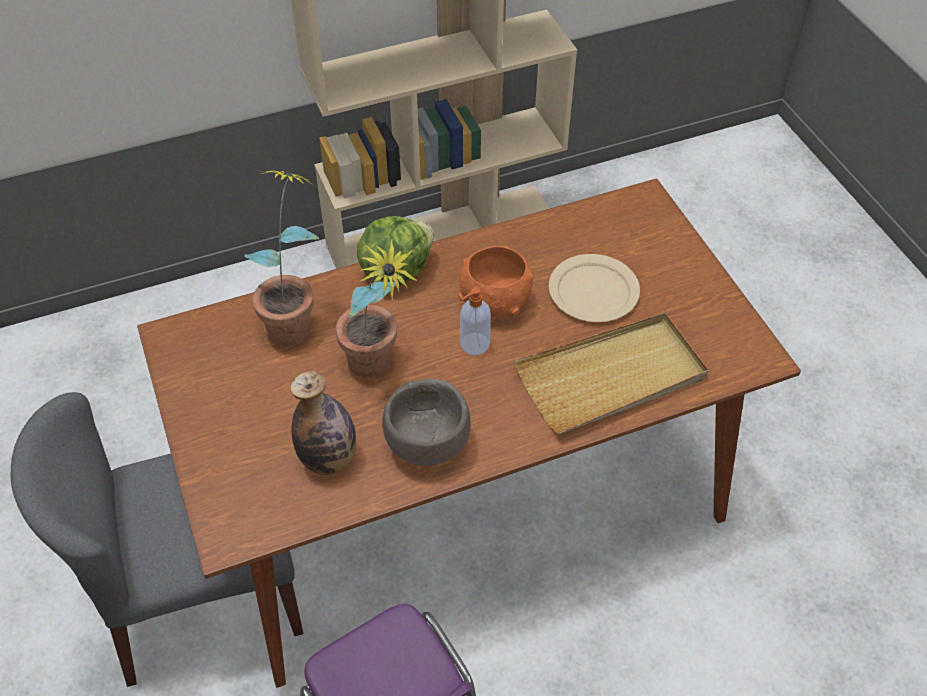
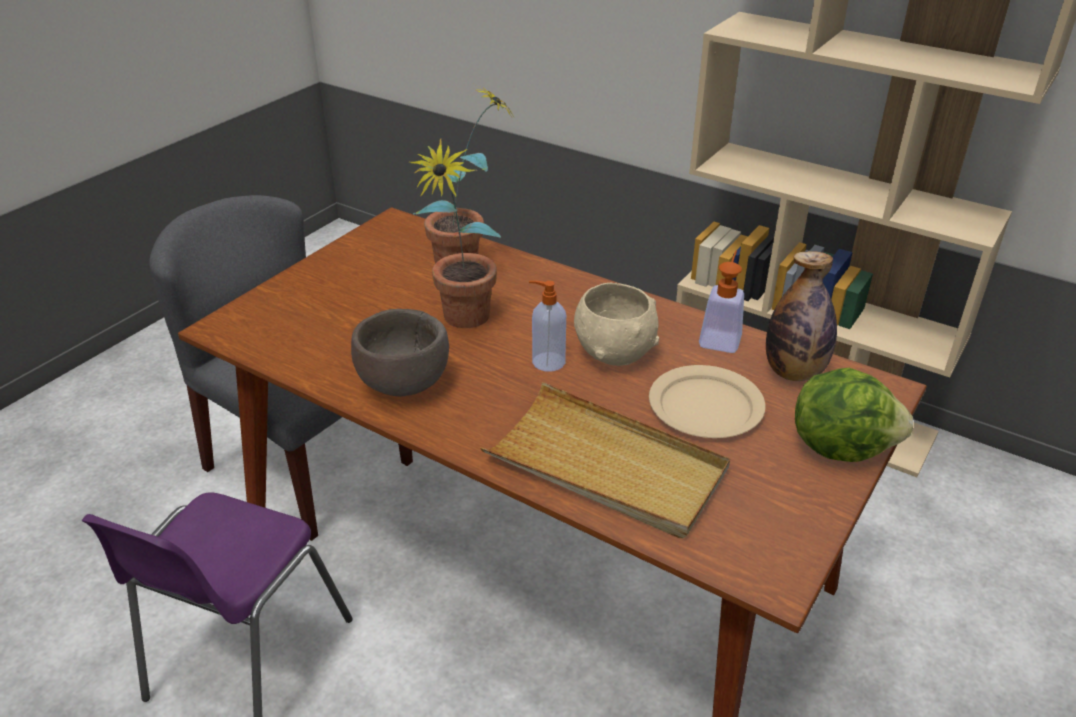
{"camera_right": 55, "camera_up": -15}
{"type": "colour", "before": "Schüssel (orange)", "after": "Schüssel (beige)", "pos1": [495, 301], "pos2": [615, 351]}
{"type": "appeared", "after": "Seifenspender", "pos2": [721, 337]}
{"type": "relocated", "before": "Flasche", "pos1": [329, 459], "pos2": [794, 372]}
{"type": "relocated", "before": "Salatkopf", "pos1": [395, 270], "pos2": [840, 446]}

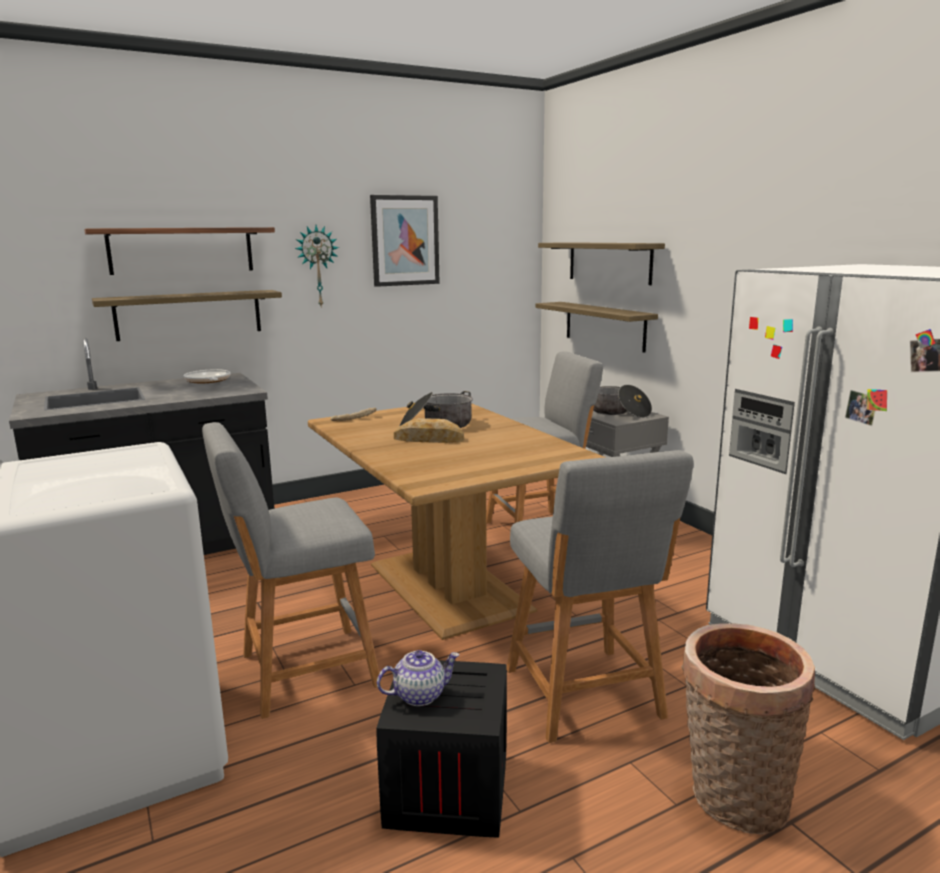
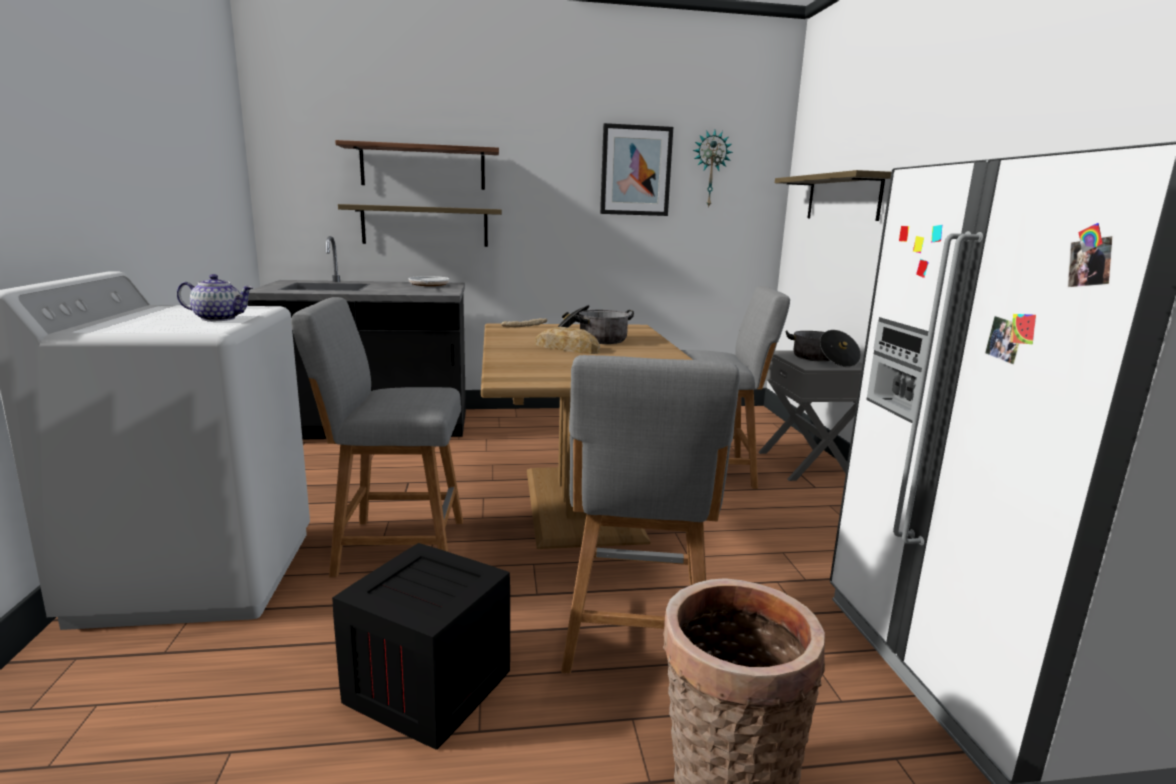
{"camera_right": 20, "camera_up": 0}
{"type": "relocated", "before": "Teekanne", "pos1": [420, 695], "pos2": [219, 318]}
{"type": "relocated", "before": "Wanduhr", "pos1": [317, 266], "pos2": [710, 169]}
{"type": "missing", "before": "Wandregal", "pos1": [604, 325]}

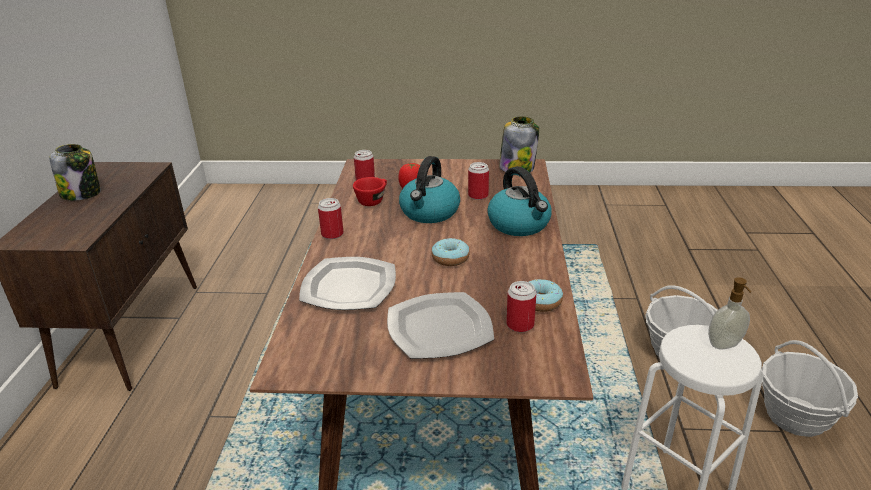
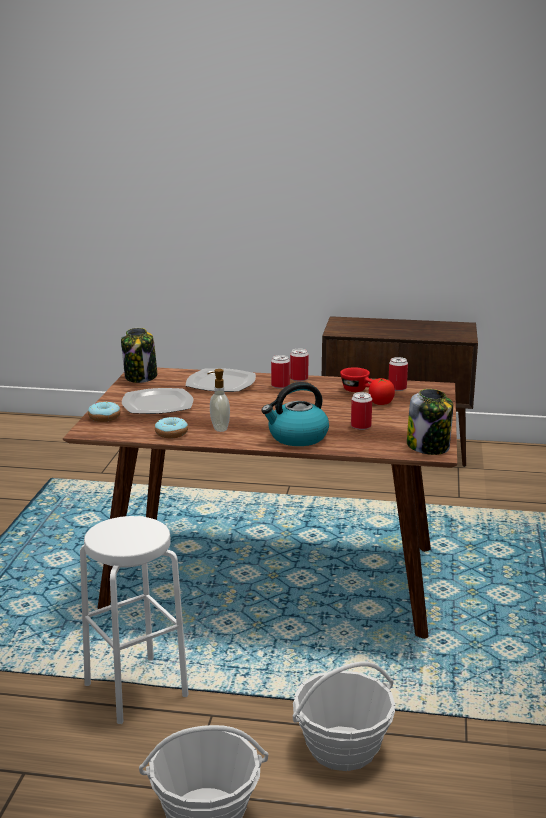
{"camera_right": 95, "camera_up": -10}
{"type": "relocated", "before": "Donut", "pos1": [450, 258], "pos2": [104, 417]}
{"type": "relocated", "before": "Vorratsglas", "pos1": [82, 193], "pos2": [141, 377]}
{"type": "relocated", "before": "Seifenspender", "pos1": [725, 345], "pos2": [219, 428]}
{"type": "relocated", "before": "Dose", "pos1": [520, 325], "pos2": [280, 386]}
{"type": "missing", "before": "Wasserkessel", "pos1": [429, 212]}

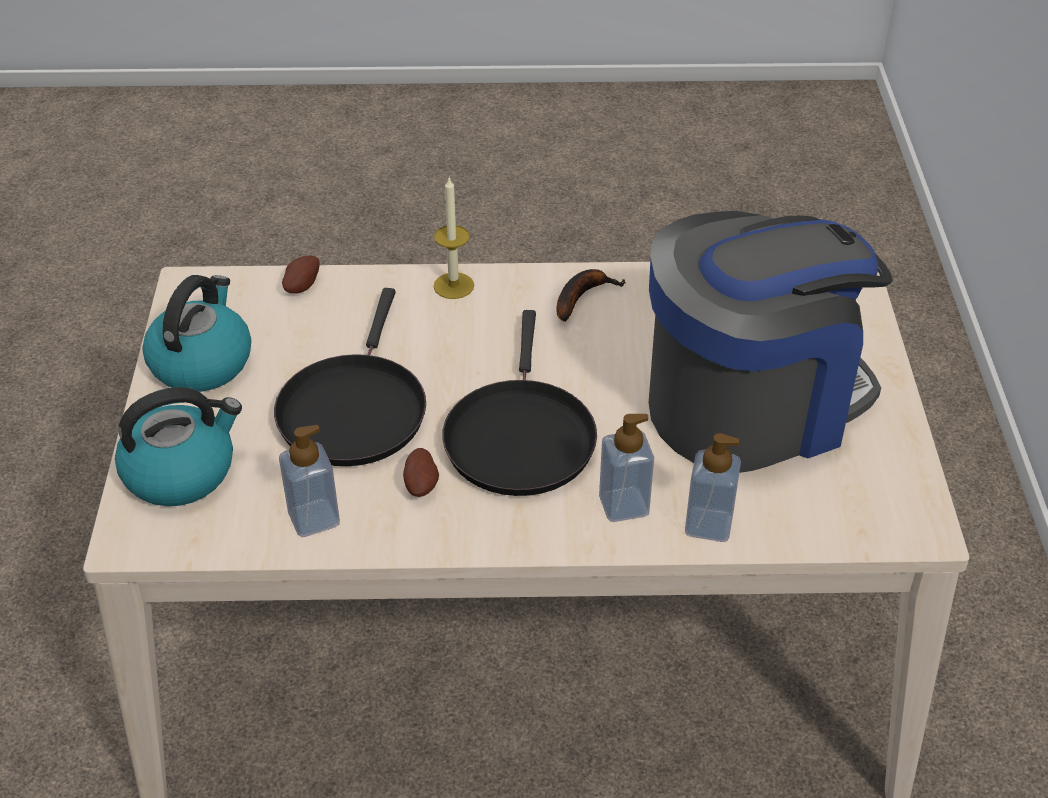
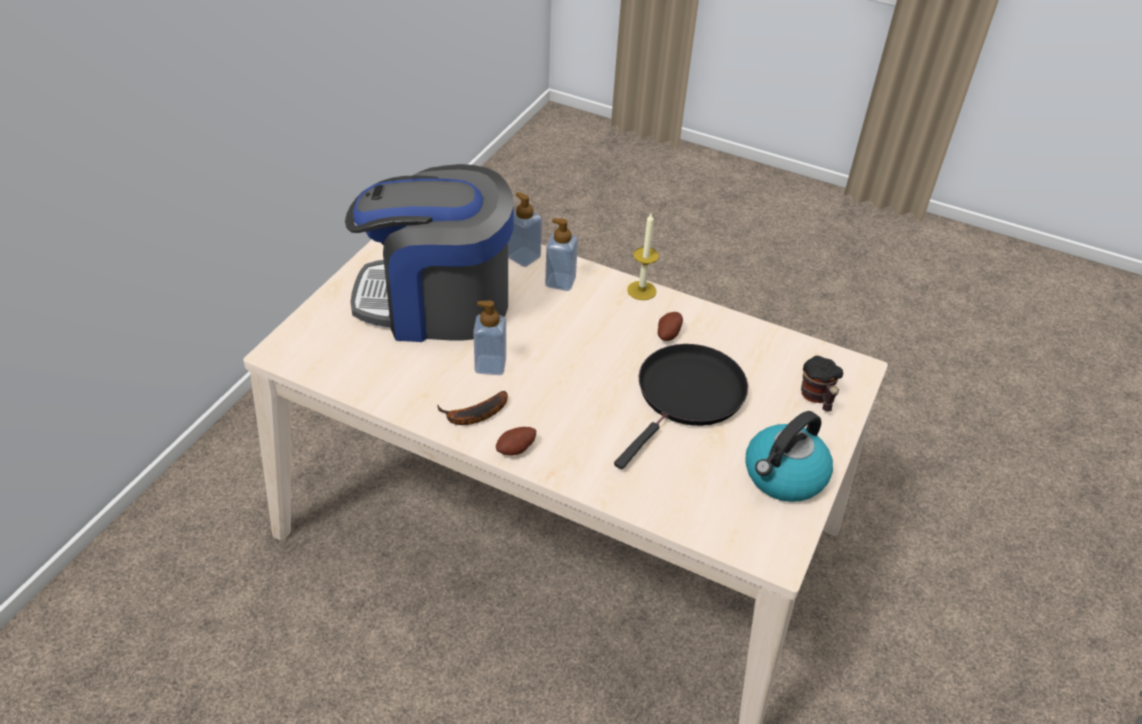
{"camera_right": -155, "camera_up": 0}
{"type": "relocated", "before": "Seifenspender", "pos1": [314, 518], "pos2": [490, 365]}
{"type": "relocated", "before": "Kartoffel", "pos1": [301, 285], "pos2": [516, 450]}
{"type": "relocated", "before": "Kerze", "pos1": [453, 286], "pos2": [641, 290]}
{"type": "exchanged", "before": "Wasserkessel", "after": "Henkelbecher", "pos1": [181, 471], "pos2": [817, 398]}
{"type": "missing", "before": "Pfanne (schwarz)", "pos1": [519, 436]}

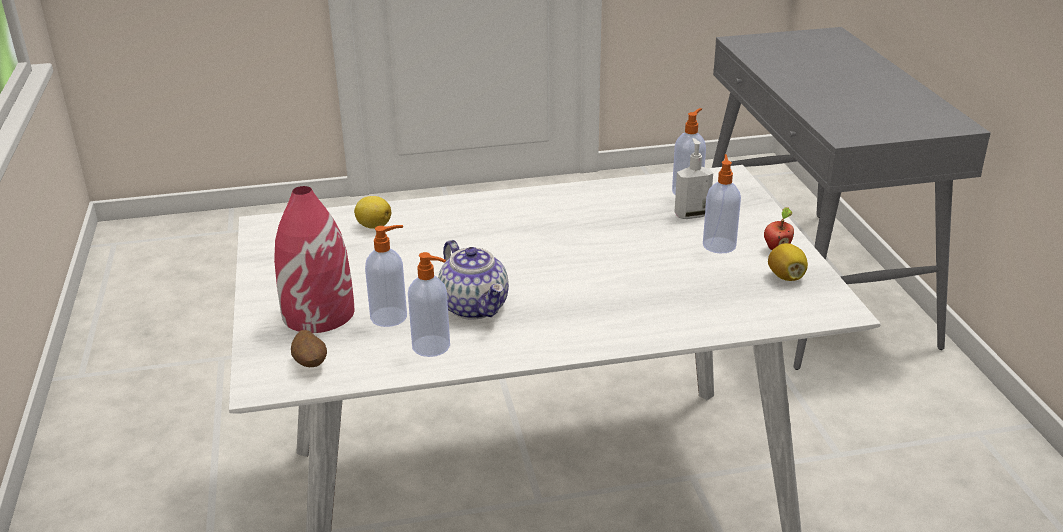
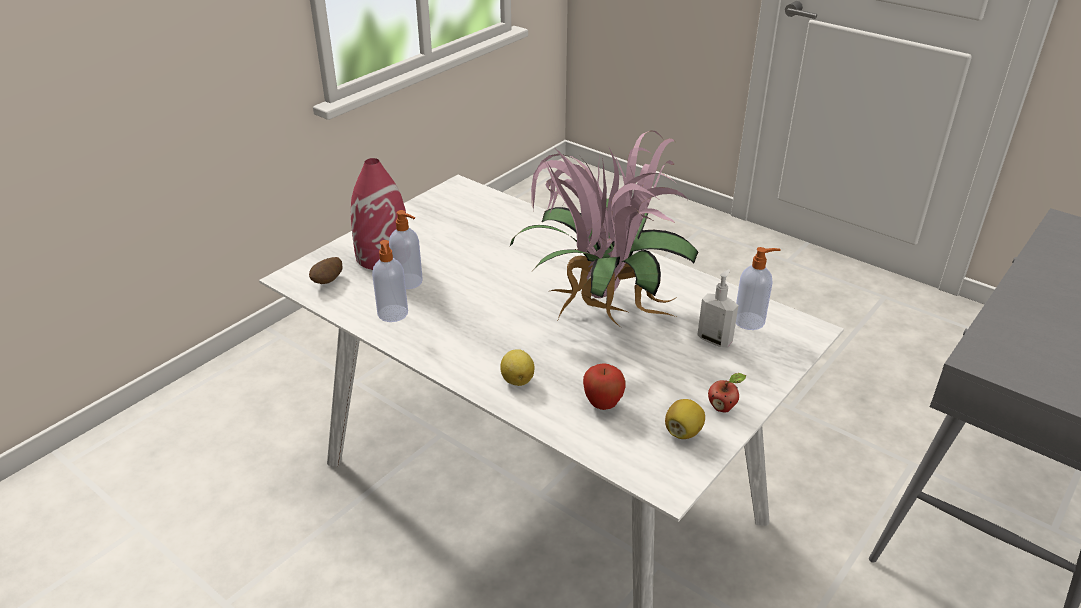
{"camera_right": 50, "camera_up": 5}
{"type": "relocated", "before": "Zitrone", "pos1": [373, 226], "pos2": [517, 379]}
{"type": "appeared", "after": "Topfpflanze", "pos2": [600, 309]}
{"type": "appeared", "after": "Apfel", "pos2": [603, 404]}
{"type": "missing", "before": "Teekanne", "pos1": [475, 307]}
{"type": "missing", "before": "Seifenspender", "pos1": [719, 245]}

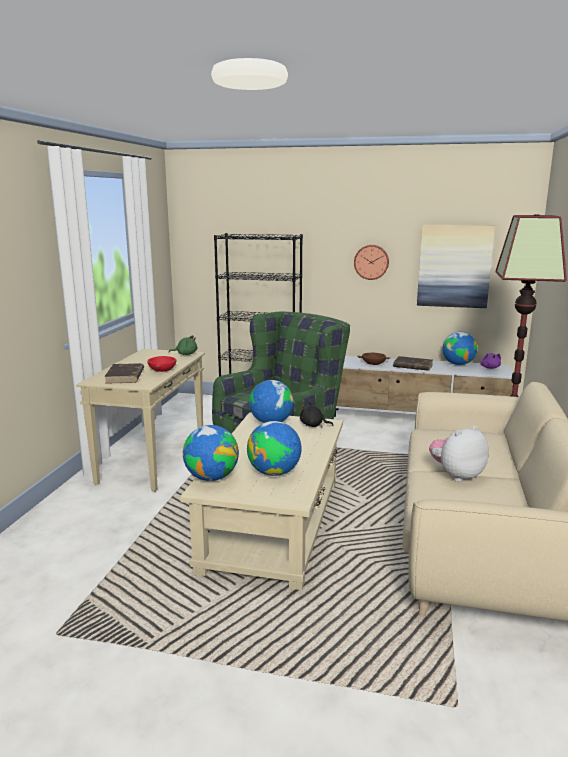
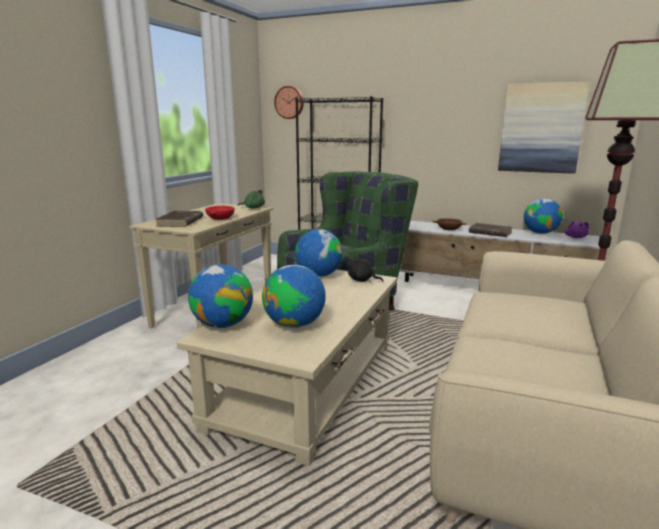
{"camera_right": 10, "camera_up": 0}
{"type": "relocated", "before": "Wanduhr", "pos1": [371, 262], "pos2": [289, 102]}
{"type": "missing", "before": "Plüschtier", "pos1": [456, 475]}

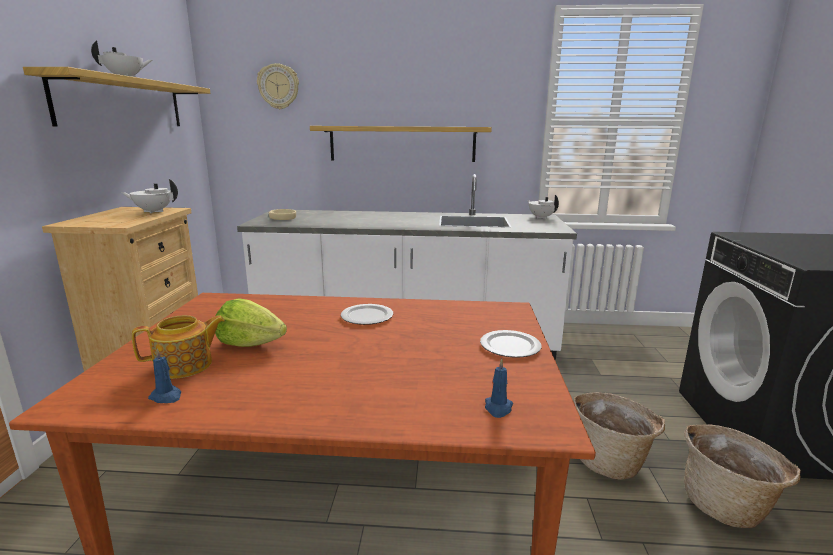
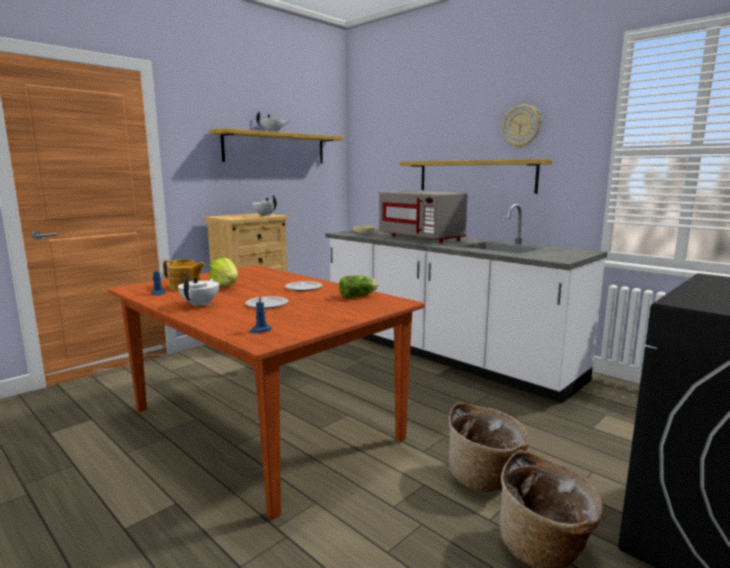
{"camera_right": 40, "camera_up": -5}
{"type": "relocated", "before": "Teekanne (weiß)", "pos1": [541, 217], "pos2": [201, 304]}
{"type": "relocated", "before": "Teller", "pos1": [510, 347], "pos2": [266, 304]}
{"type": "appeared", "after": "Salatkopf", "pos2": [359, 296]}
{"type": "appeared", "after": "Mikrowelle (grau)", "pos2": [421, 238]}
{"type": "relocated", "before": "Wanduhr", "pos1": [278, 86], "pos2": [521, 126]}

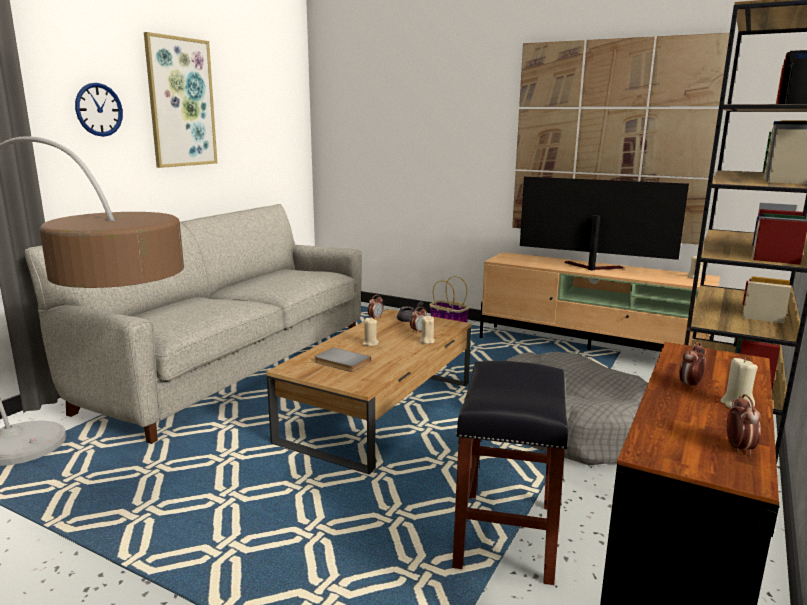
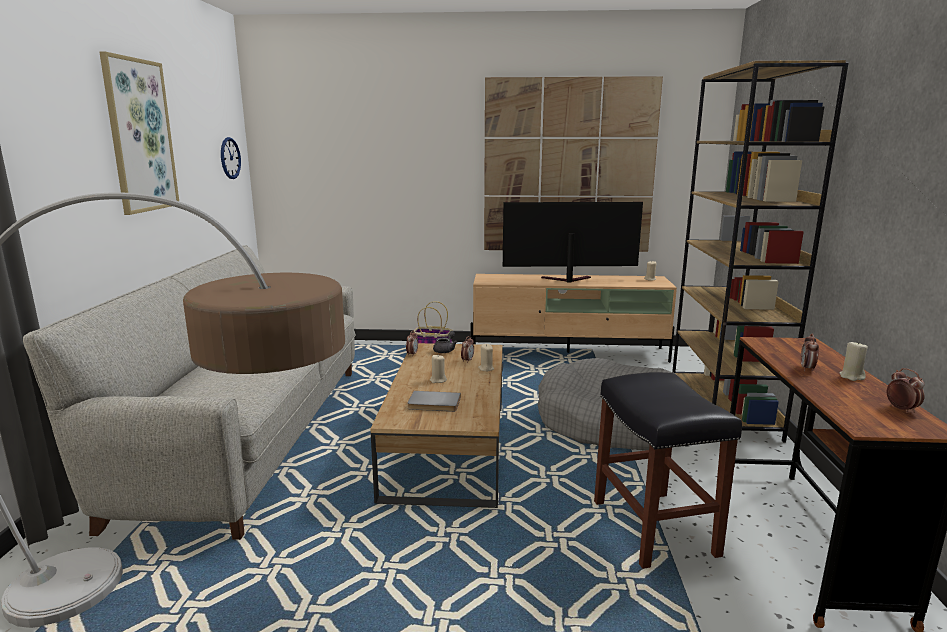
{"camera_right": -25, "camera_up": 0}
{"type": "relocated", "before": "Wanduhr", "pos1": [99, 109], "pos2": [230, 158]}

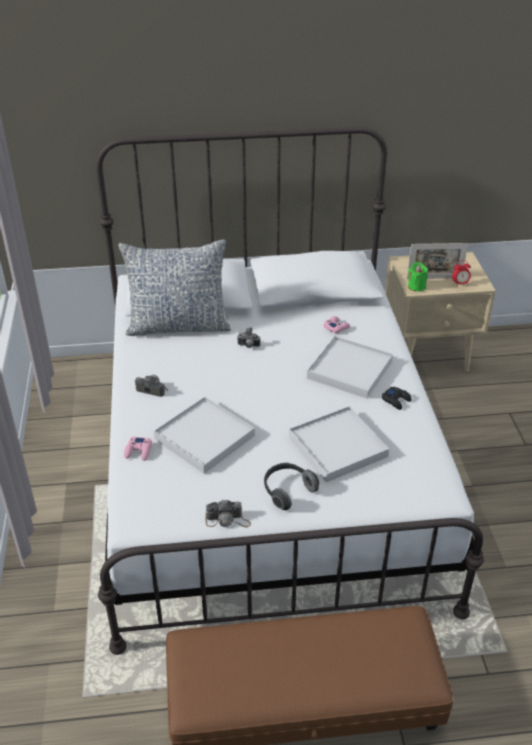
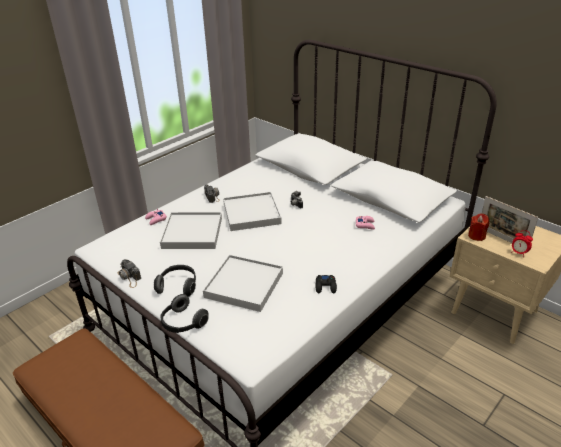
{"camera_right": 50, "camera_up": -5}
{"type": "appeared", "after": "Kopfhörer", "pos2": [183, 323]}
{"type": "relocated", "before": "Tablett (weiß)", "pos1": [349, 370], "pos2": [251, 213]}
{"type": "colour", "before": "Kerze (grün)", "after": "Kerze (rot)", "pos1": [416, 286], "pos2": [476, 236]}
{"type": "missing", "before": "Kissen", "pos1": [178, 325]}

